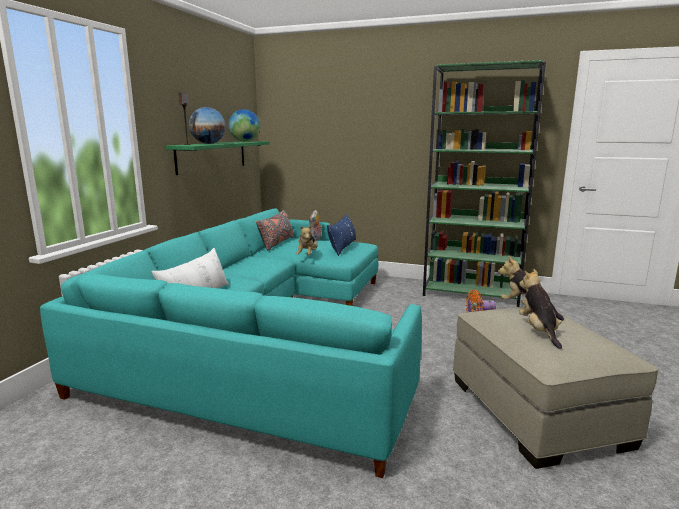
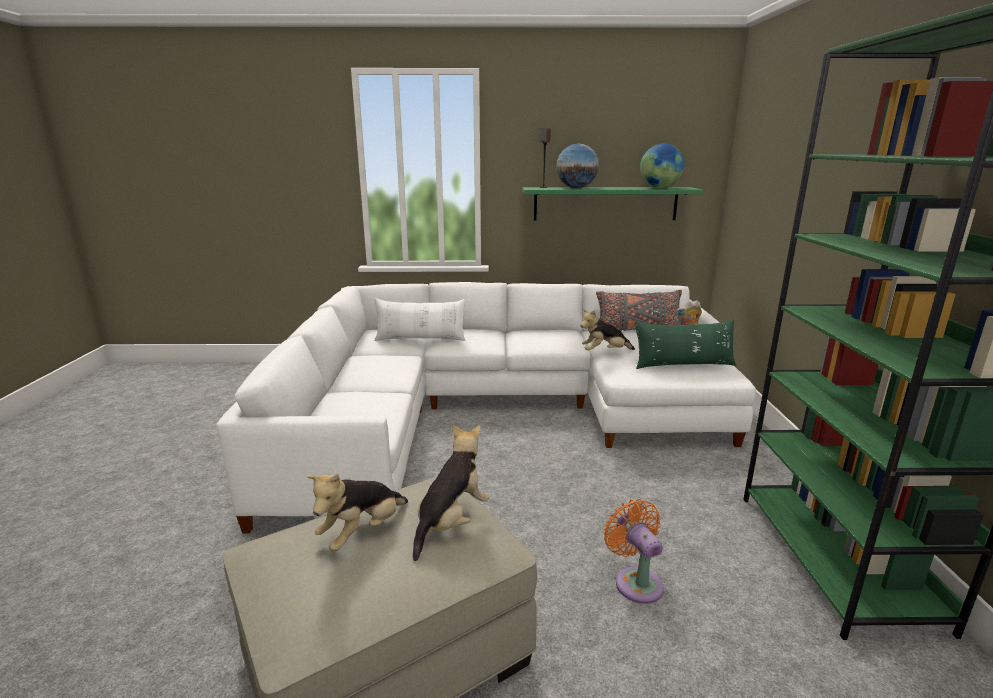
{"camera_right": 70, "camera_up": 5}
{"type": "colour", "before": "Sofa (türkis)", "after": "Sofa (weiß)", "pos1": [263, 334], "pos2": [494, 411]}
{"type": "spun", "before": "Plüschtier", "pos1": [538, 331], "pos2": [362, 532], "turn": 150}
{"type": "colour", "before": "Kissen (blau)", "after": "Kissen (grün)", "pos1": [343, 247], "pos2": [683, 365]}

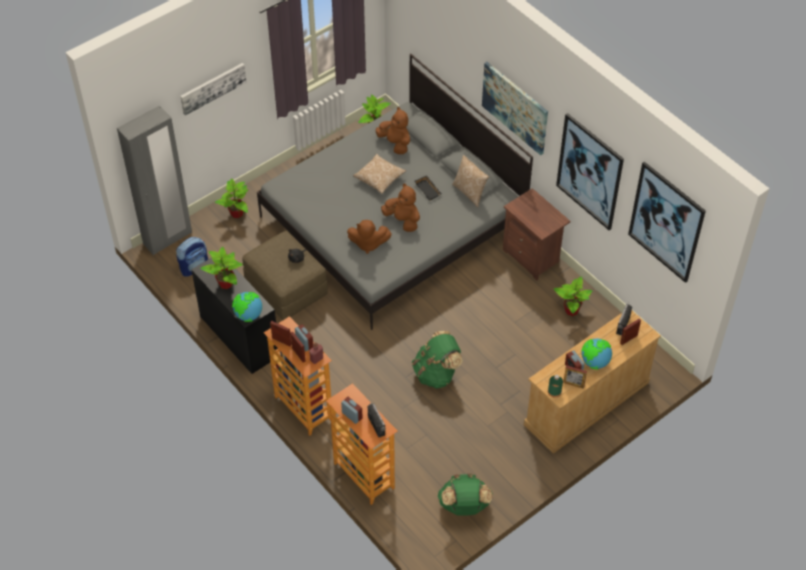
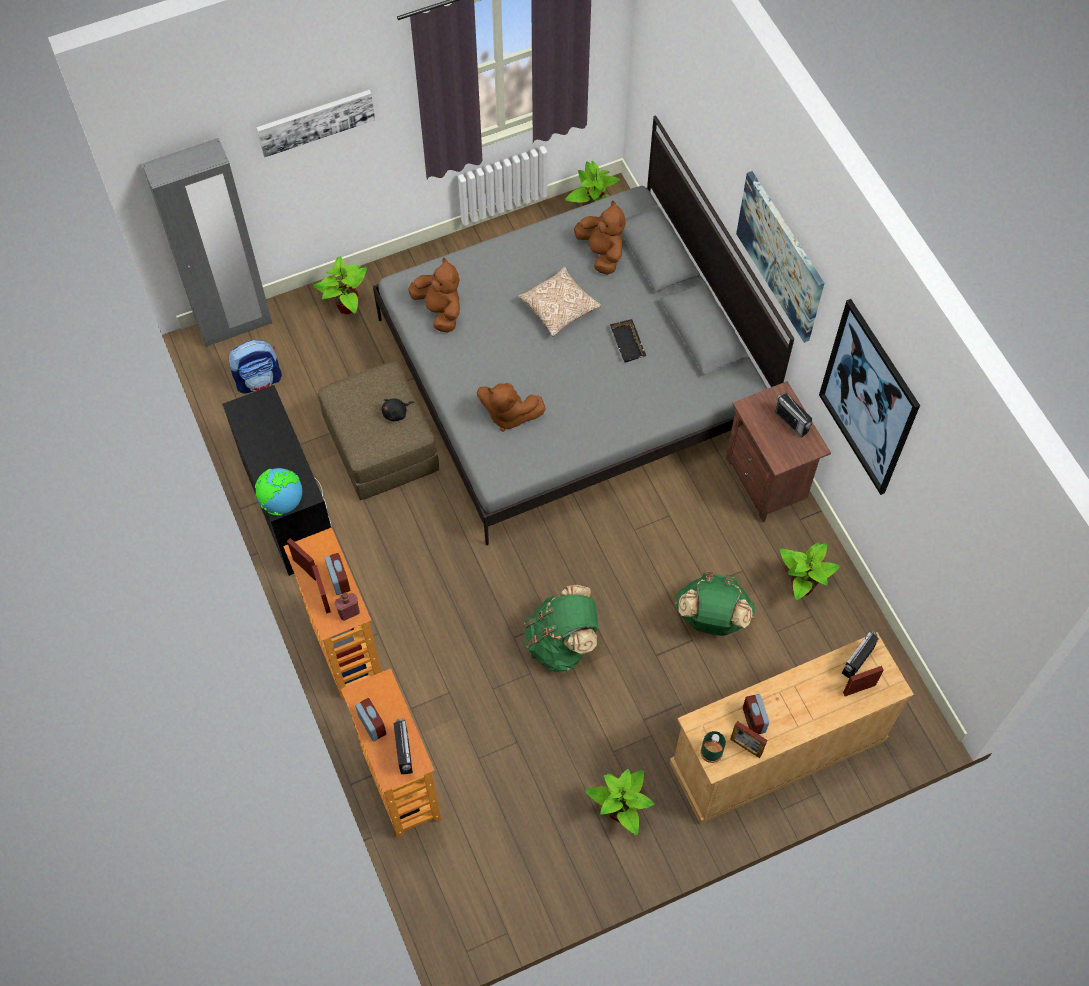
{"camera_right": 15, "camera_up": 10}
{"type": "relocated", "before": "Plüschtier (braun)", "pos1": [402, 220], "pos2": [440, 311]}
{"type": "relocated", "before": "Topfpflanze", "pos1": [226, 283], "pos2": [621, 811]}
{"type": "relocated", "before": "Rucksack (grün)", "pos1": [464, 506], "pos2": [712, 618]}
{"type": "appeared", "after": "Radio", "pos2": [791, 422]}
{"type": "missing", "before": "Kissen", "pos1": [470, 192]}
{"type": "missing", "before": "Globus", "pos1": [594, 362]}
{"type": "missing", "before": "Bild", "pos1": [666, 222]}

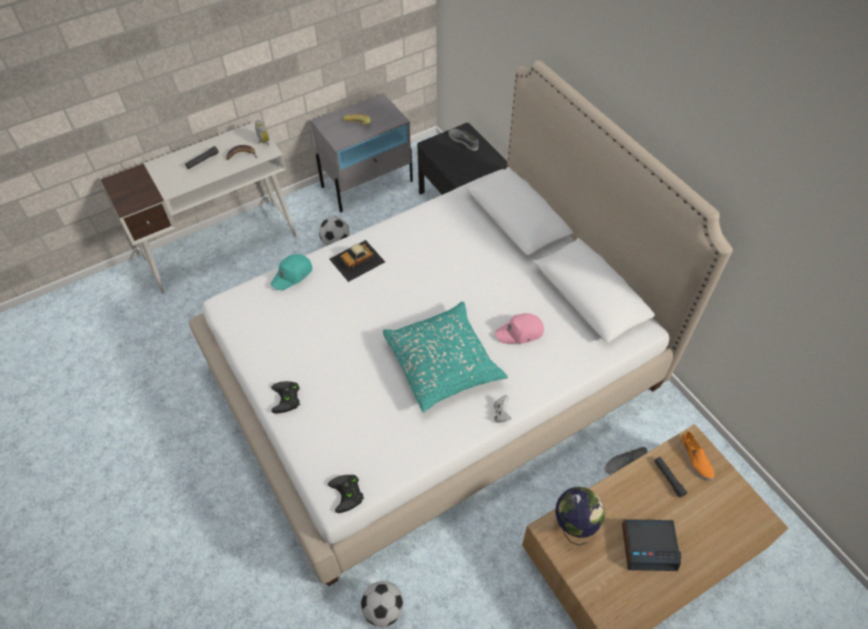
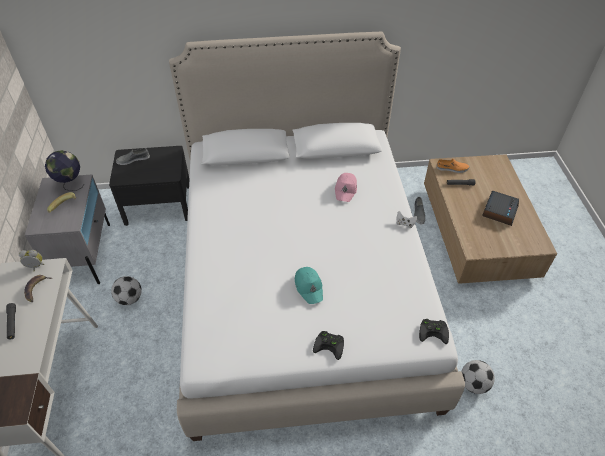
{"camera_right": -65, "camera_up": -5}
{"type": "relocated", "before": "Globus", "pos1": [574, 525], "pos2": [70, 184]}
{"type": "relocated", "before": "Kappe (türkis)", "pos1": [292, 275], "pos2": [309, 287]}
{"type": "missing", "before": "Spielzeugauto", "pos1": [357, 260]}
{"type": "missing", "before": "Kissen (türkis)", "pos1": [443, 363]}

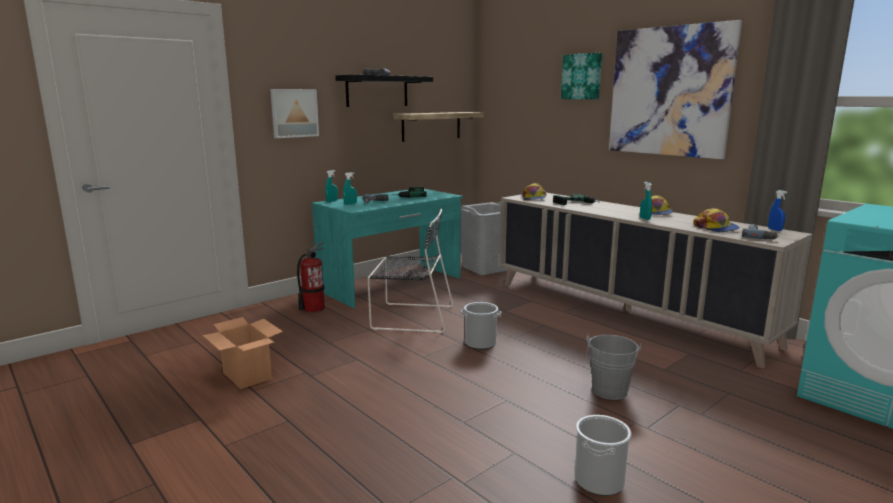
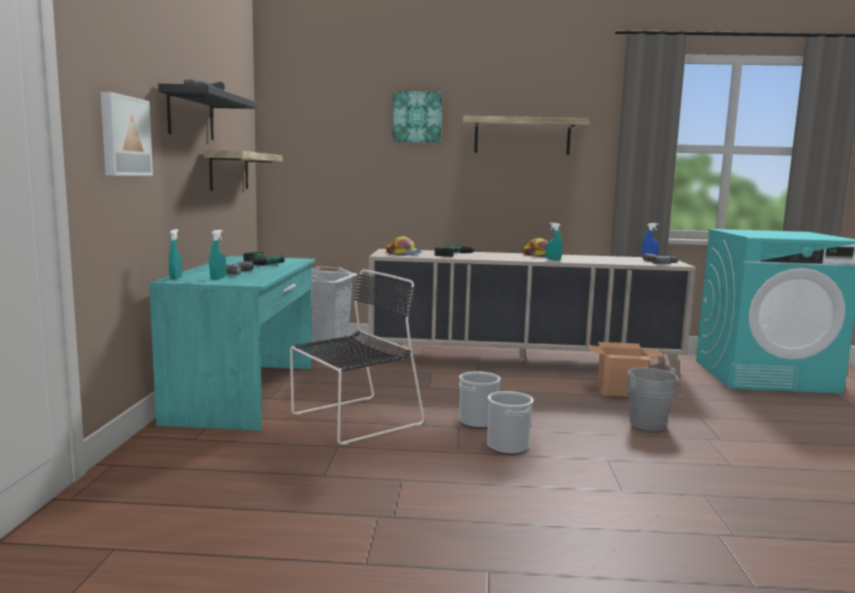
{"camera_right": -45, "camera_up": -5}
{"type": "exchanged", "before": "Bild", "after": "Wandregal", "pos1": [669, 91], "pos2": [522, 136]}
{"type": "relocated", "before": "Eimer", "pos1": [599, 481], "pos2": [508, 446]}
{"type": "relocated", "before": "Karton", "pos1": [248, 376], "pos2": [621, 391]}
{"type": "missing", "before": "Feuerlöscher", "pos1": [313, 309]}
{"type": "missing", "before": "Kappe", "pos1": [716, 228]}

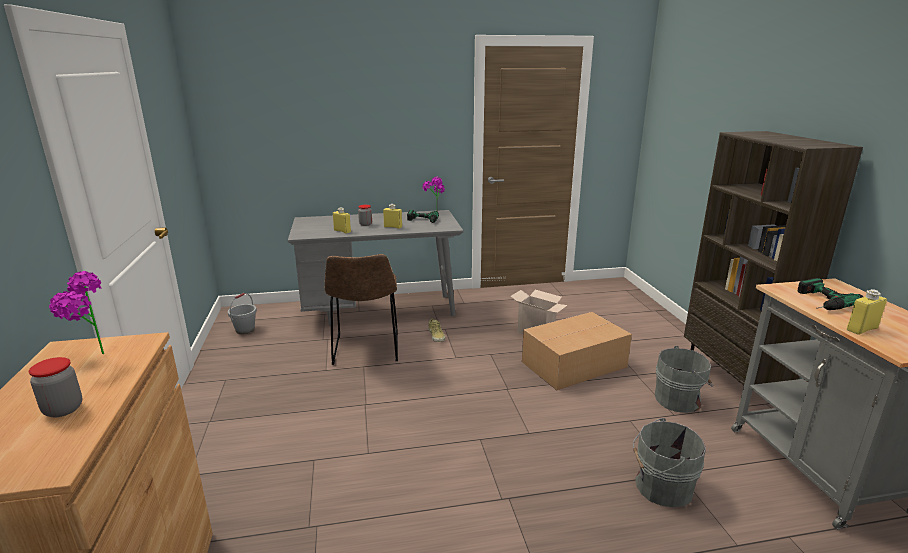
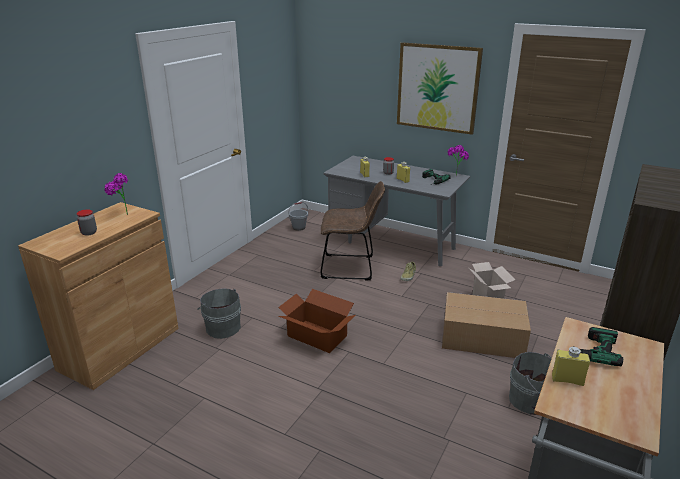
{"camera_right": 40, "camera_up": 5}
{"type": "relocated", "before": "Eimer (grau)", "pos1": [660, 486], "pos2": [222, 327]}
{"type": "appeared", "after": "Karton", "pos2": [317, 336]}
{"type": "spun", "before": "Stuhl (braun)", "pos1": [366, 350], "pos2": [351, 267], "turn": -120}
{"type": "appeared", "after": "Bild", "pos2": [437, 88]}

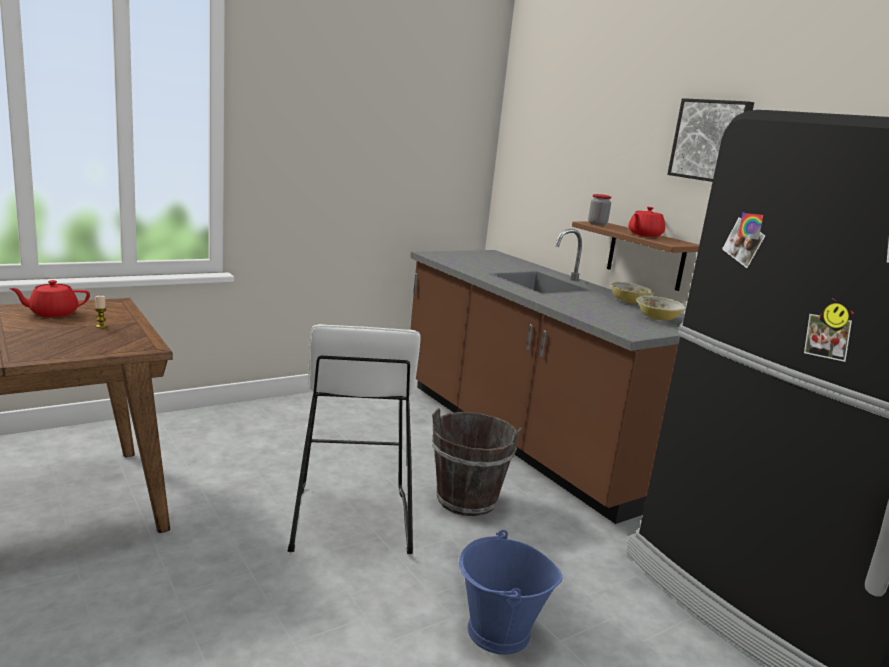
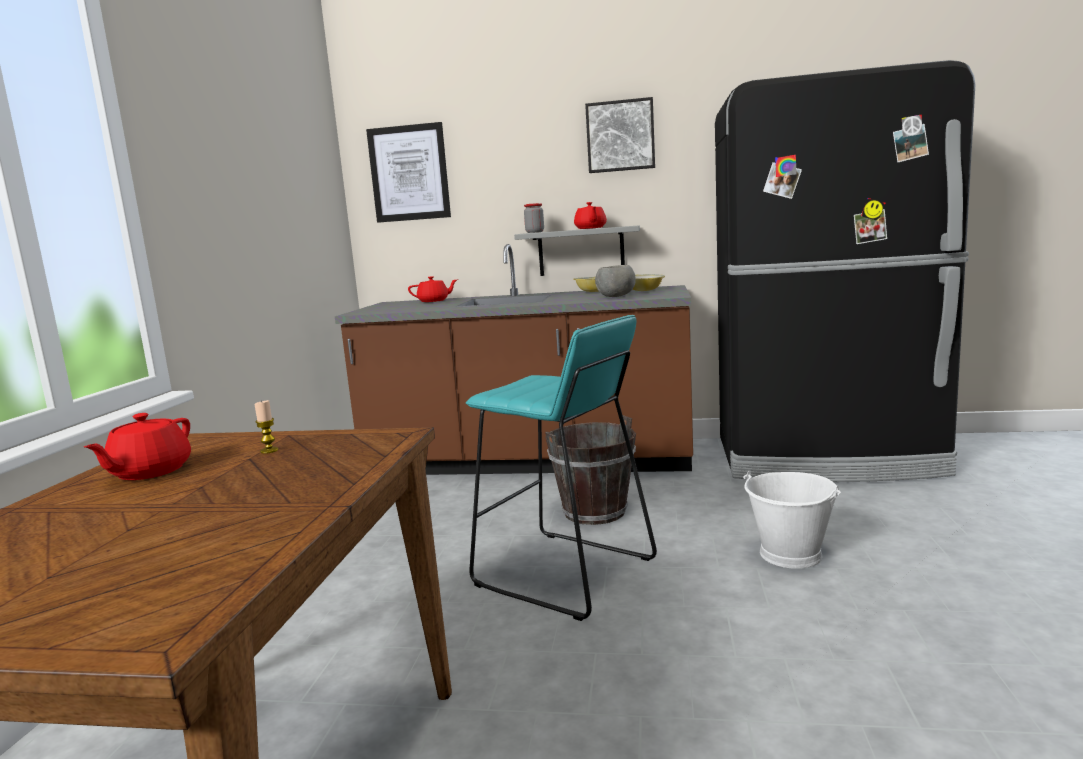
{"camera_right": -45, "camera_up": -5}
{"type": "appeared", "after": "Bild", "pos2": [409, 173]}
{"type": "appeared", "after": "Teekanne (rot)", "pos2": [434, 301]}
{"type": "colour", "before": "Hocker (weiß)", "after": "Hocker (türkis)", "pos1": [350, 521], "pos2": [564, 573]}
{"type": "colour", "before": "Wandregal (braun)", "after": "Wandregal (grau)", "pos1": [645, 256], "pos2": [581, 251]}
{"type": "appeared", "after": "Schüssel (grau)", "pos2": [616, 296]}
{"type": "colour", "before": "Eimer (blau)", "after": "Eimer (weiß)", "pos1": [498, 632], "pos2": [791, 555]}

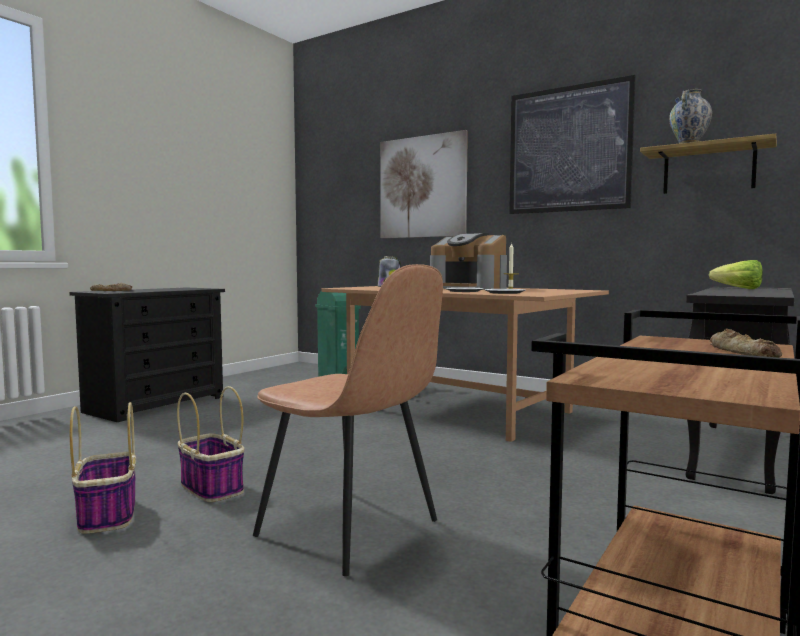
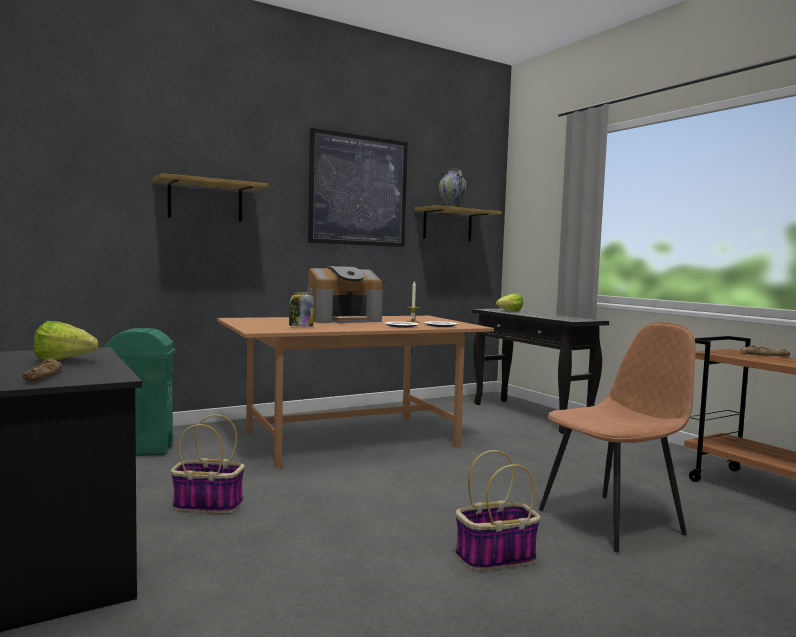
{"camera_right": -65, "camera_up": 0}
{"type": "appeared", "after": "Salatkopf", "pos2": [68, 361]}
{"type": "exchanged", "before": "Bild", "after": "Wandregal", "pos1": [422, 187], "pos2": [205, 201]}
{"type": "relocated", "before": "Korb", "pos1": [107, 514], "pos2": [206, 505]}

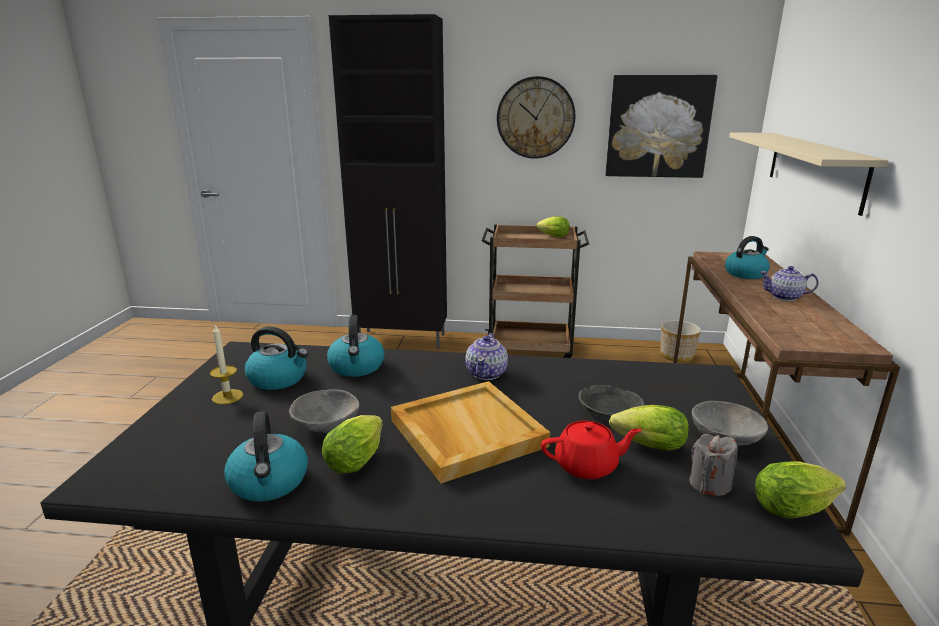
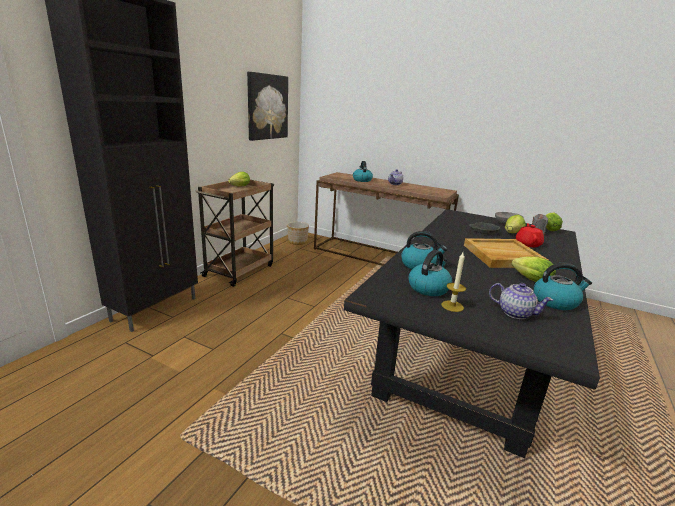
{"camera_right": -70, "camera_up": 0}
{"type": "relocated", "before": "Teekanne", "pos1": [487, 373], "pos2": [514, 313]}
{"type": "missing", "before": "Schüssel (grau)", "pos1": [325, 427]}
{"type": "missing", "before": "Wanduhr", "pos1": [535, 118]}
{"type": "missing", "before": "Wandregal (beige)", "pos1": [814, 168]}

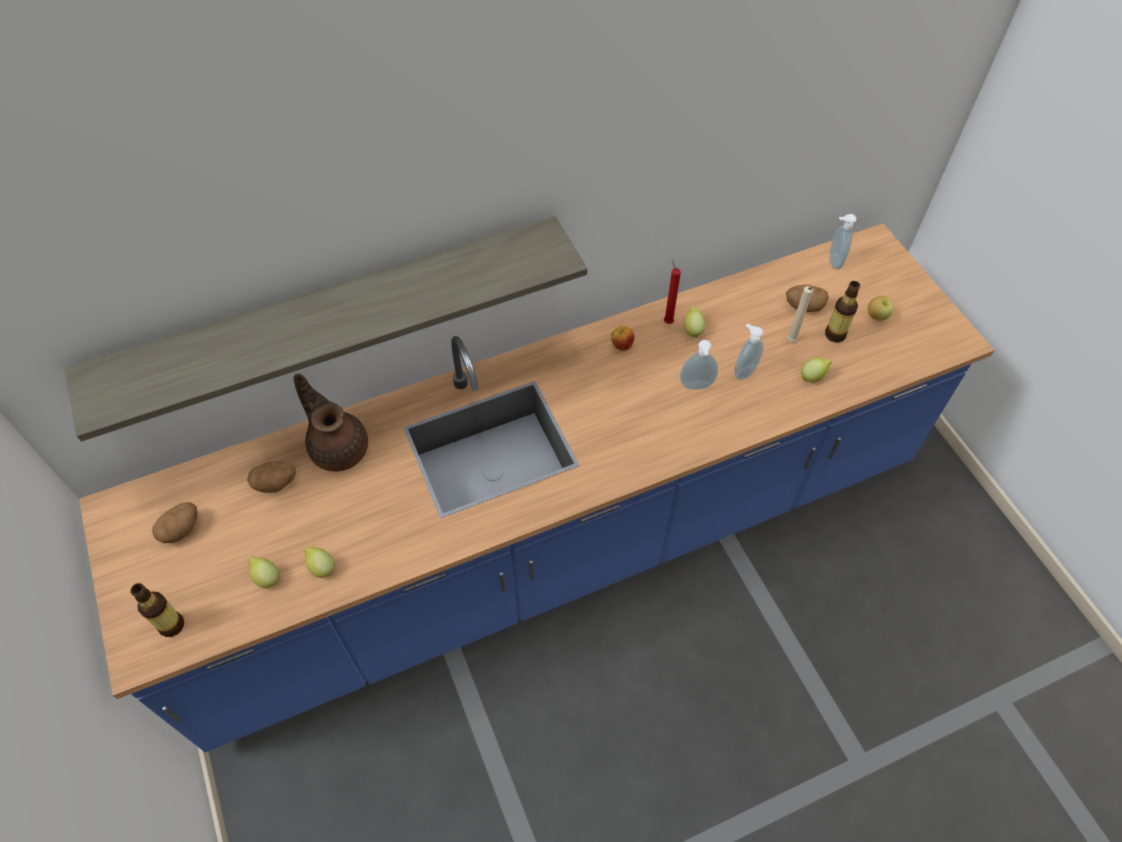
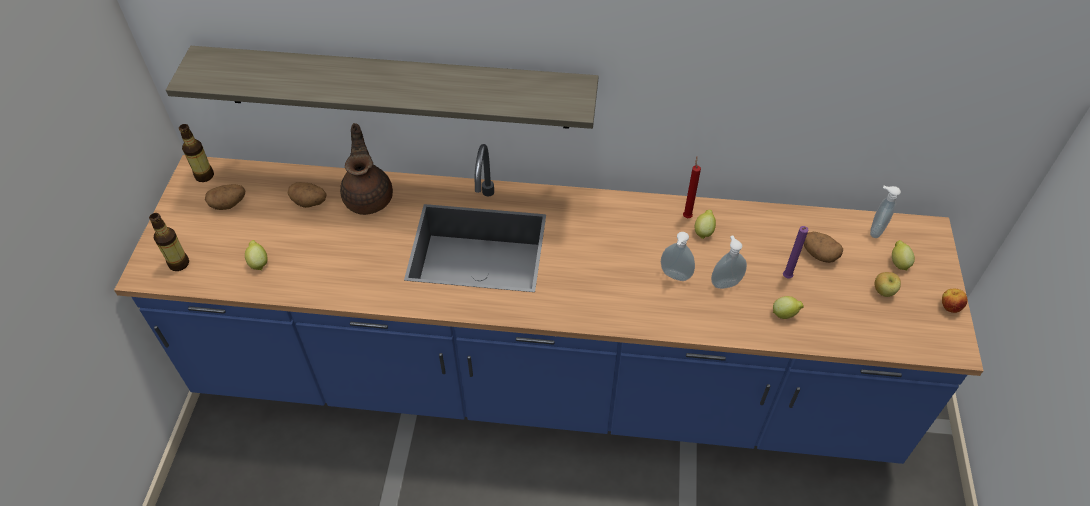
{"camera_right": 30, "camera_up": -5}
{"type": "relocated", "before": "Flasche", "pos1": [835, 334], "pos2": [204, 176]}
{"type": "colour", "before": "Kerze (beige)", "after": "Kerze (lila)", "pos1": [791, 341], "pos2": [786, 278]}
{"type": "relocated", "before": "Zitrone", "pos1": [321, 567], "pos2": [898, 263]}
{"type": "relocated", "before": "Apfel", "pos1": [621, 345], "pos2": [949, 307]}

